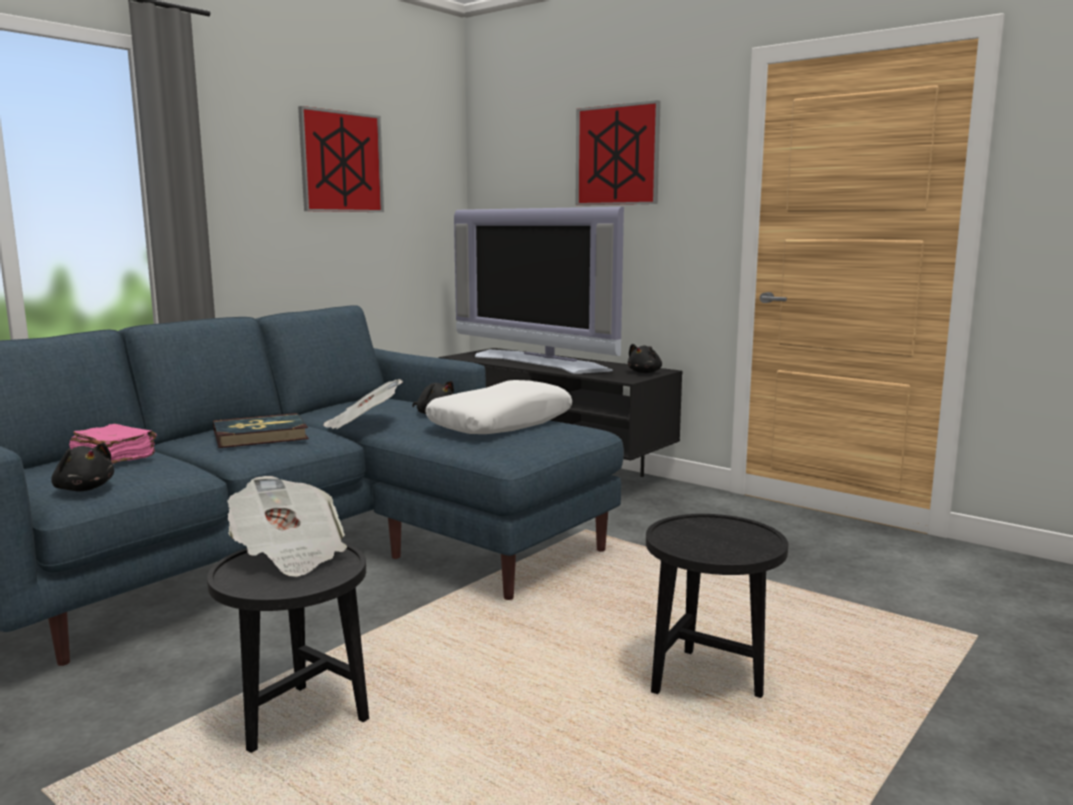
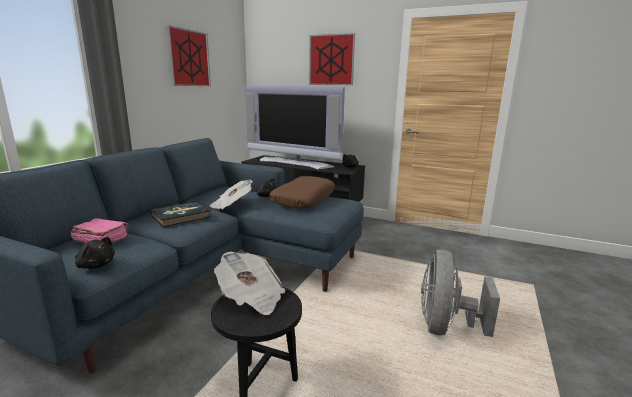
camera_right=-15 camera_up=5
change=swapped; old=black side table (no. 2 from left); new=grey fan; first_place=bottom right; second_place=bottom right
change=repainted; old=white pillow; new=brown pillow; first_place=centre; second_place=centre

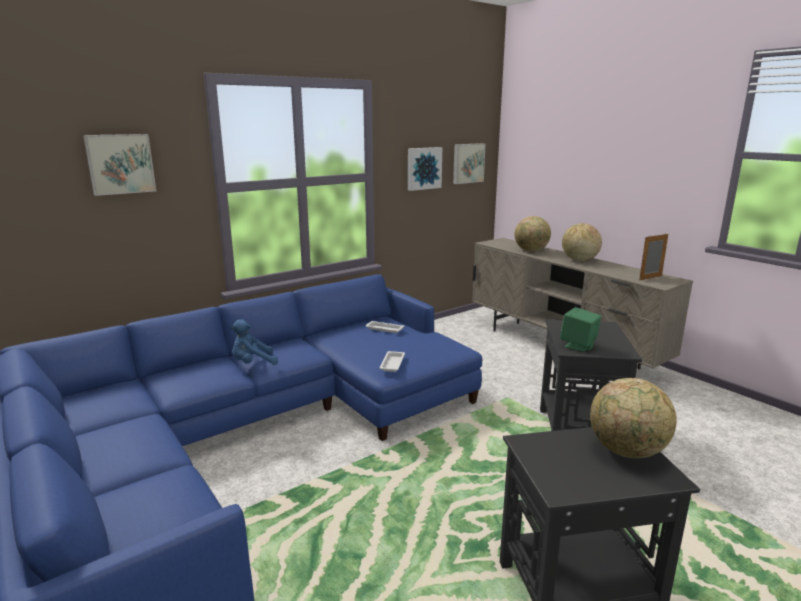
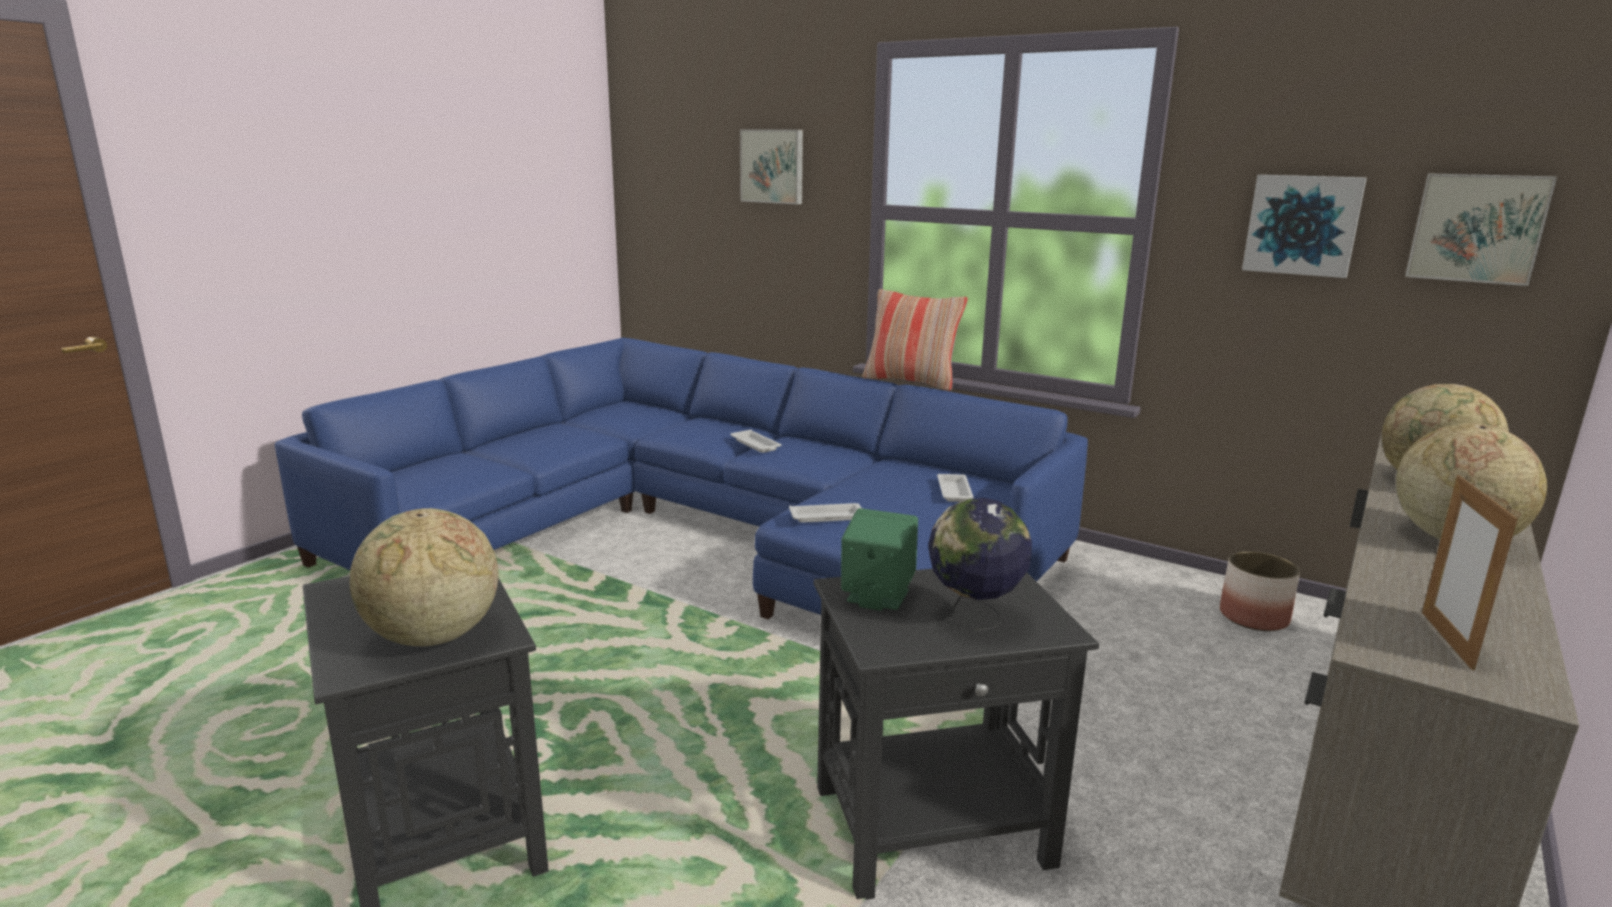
camera_right=70 camera_up=0
change=new; new=pillow; second_place=centre
change=new; new=globe (no. 2 from left); second_place=centre
change=new; new=planter; second_place=middle right
change=swapped; old=blue plush toy; new=white tray (no. 1 from left); first_place=middle left; second_place=centre
change=rotated; old=picture frame; first_place=middle right; second_place=middle right; degrees=-120

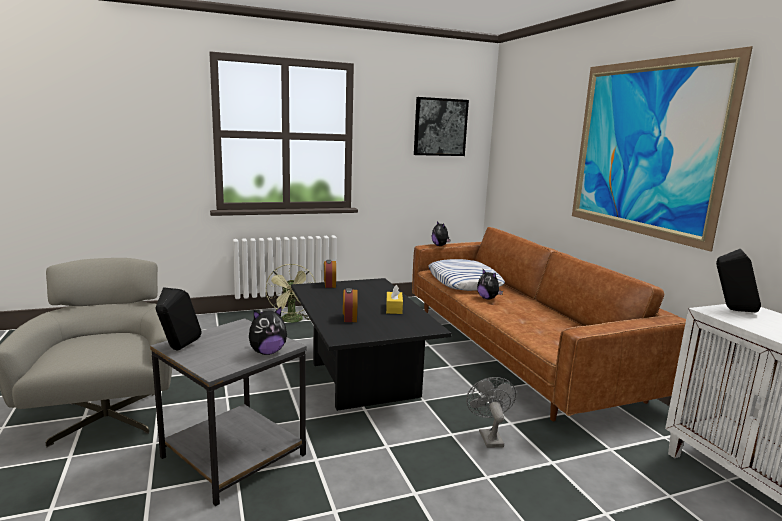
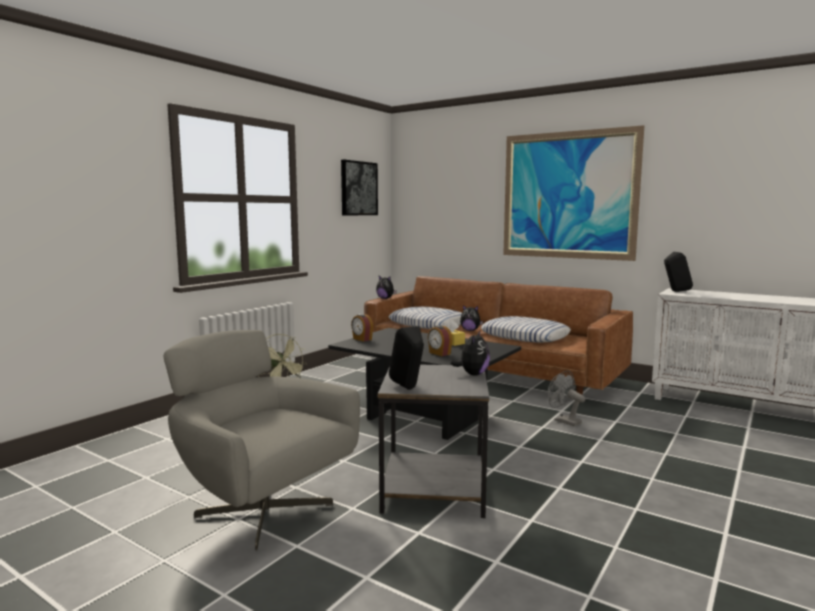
camera_right=-35 camera_up=-5
change=new; new=pillow (no. 2 from left); second_place=centre

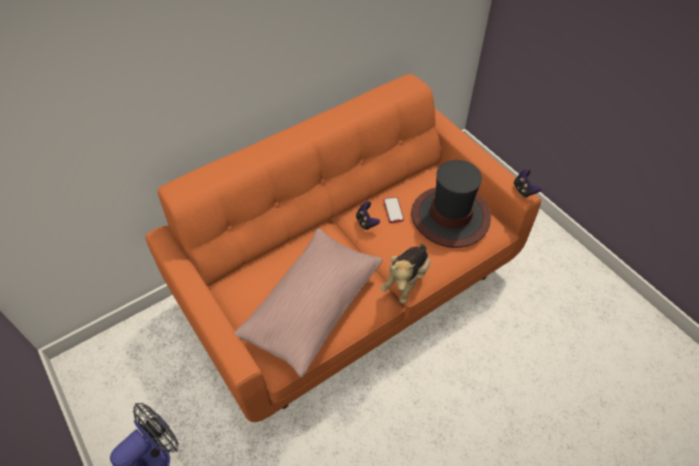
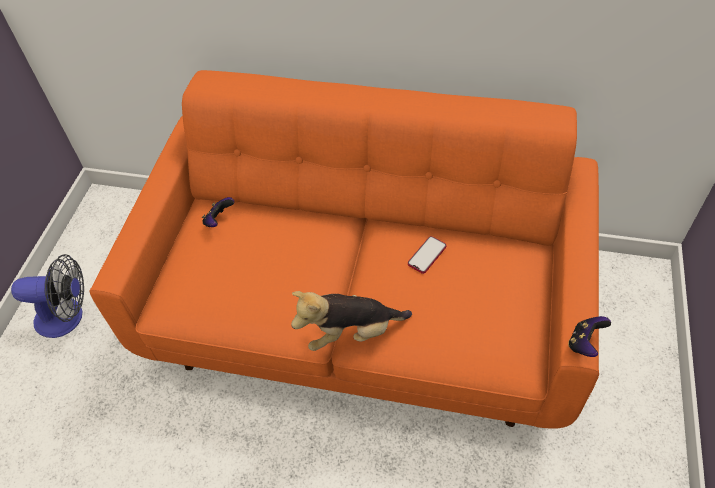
camera_right=50 camera_up=0
change=gone; old=pink pillow; first_place=centre
change=gone; old=hat; first_place=centre
change=shifted; old=game controller (no. 1 from left); first_place=centre; second_place=middle left

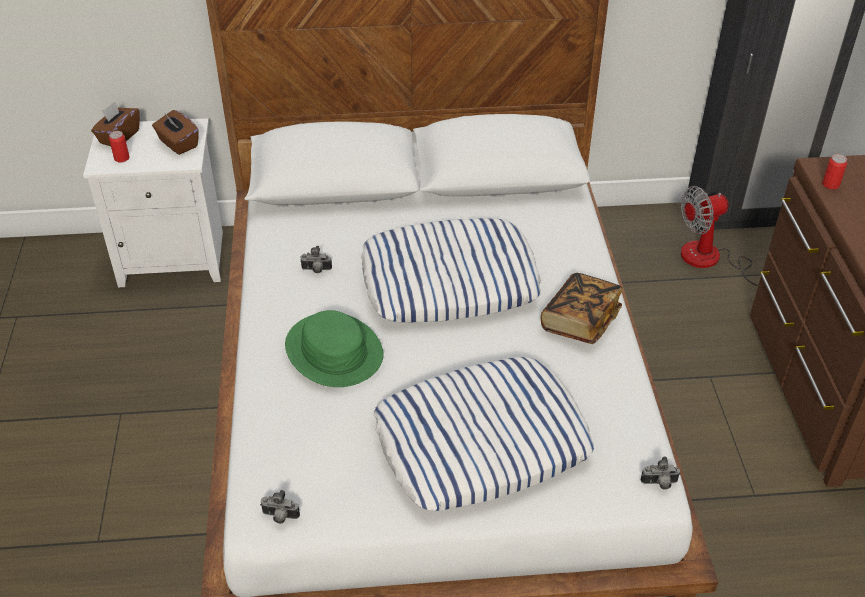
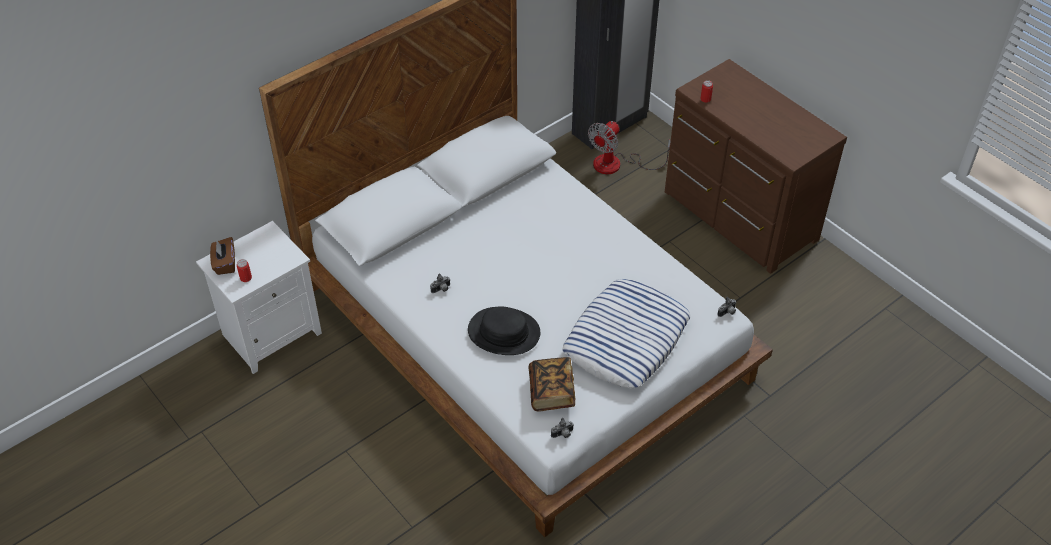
camera_right=-35 camera_up=5
change=gone; old=brown tissue box (no. 2 from left); first_place=top left
change=gone; old=pillow (no. 1 from left); first_place=centre
change=shifted; old=book; first_place=middle right; second_place=bottom centre
change=repainted; old=green hat; new=black hat; first_place=centre; second_place=centre

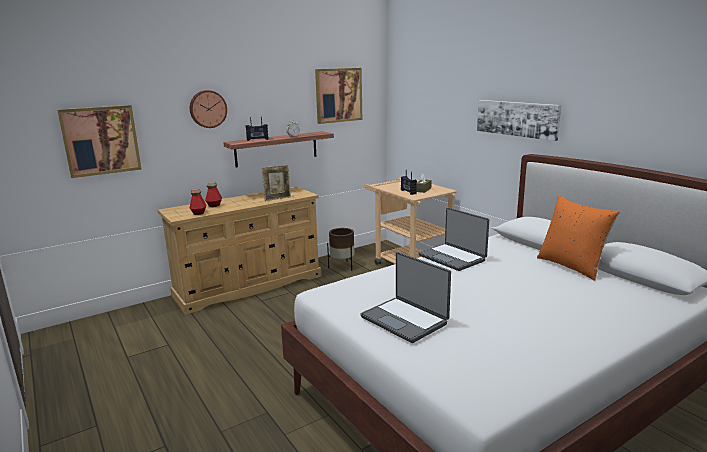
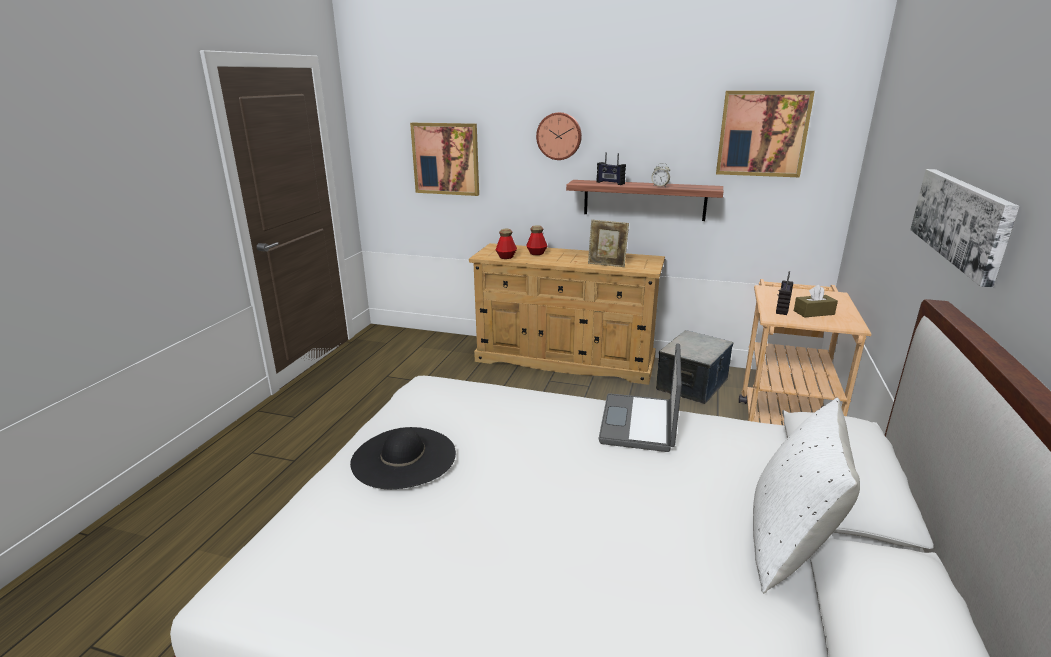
camera_right=50 camera_up=5
change=swapped; old=brown planter; new=storage box; first_place=centre; second_place=centre
change=swapped; old=laptop (no. 1 from left); new=black hat; first_place=centre; second_place=bottom centre
change=repainted; old=orange pillow; new=white pillow; first_place=middle right; second_place=bottom right

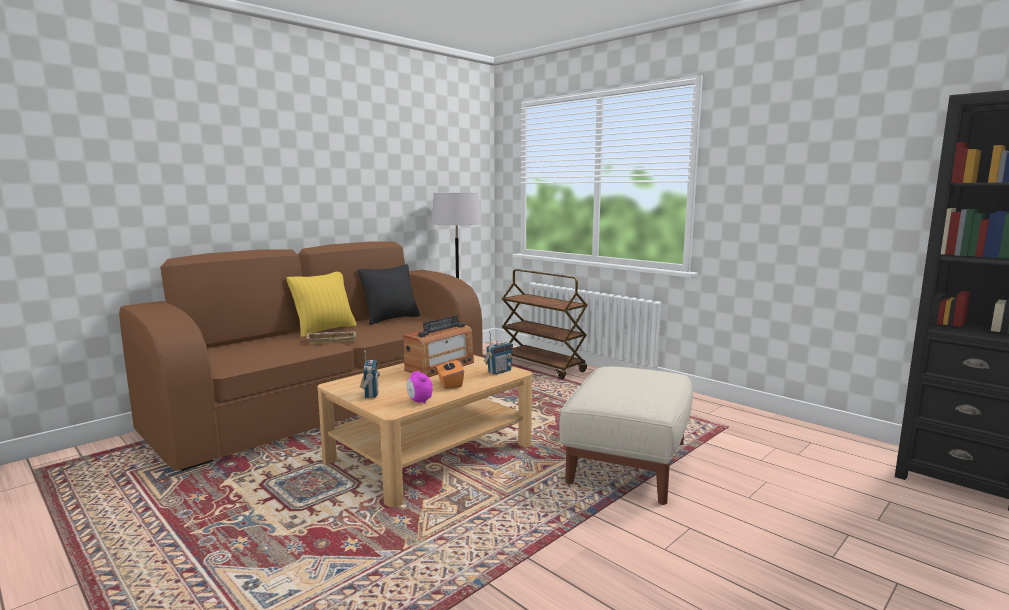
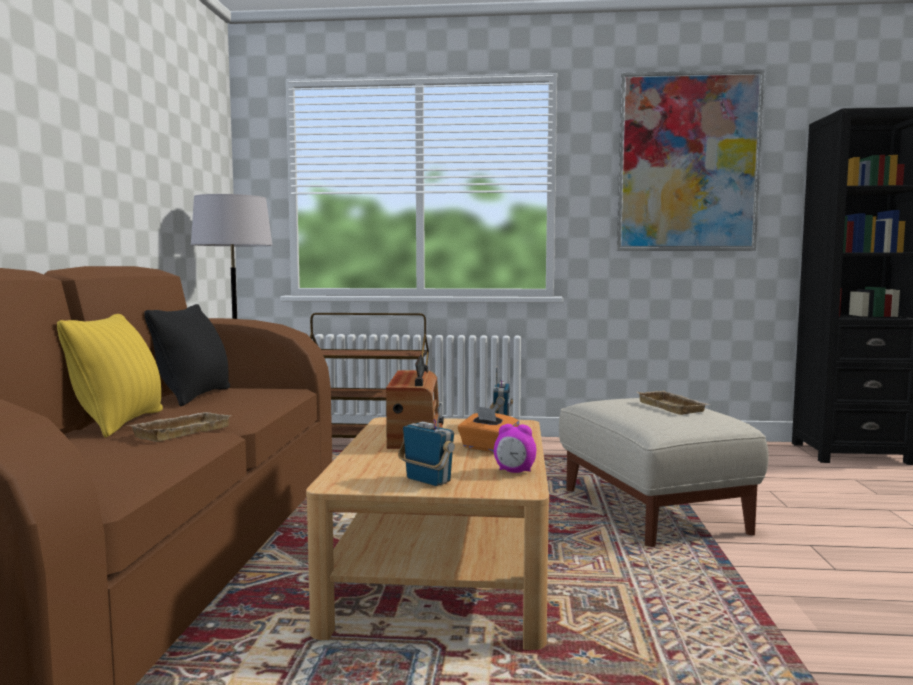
camera_right=-40 camera_up=-5
change=new; new=picture; second_place=top right
change=new; new=beige tray (no. 2 from left); second_place=middle right

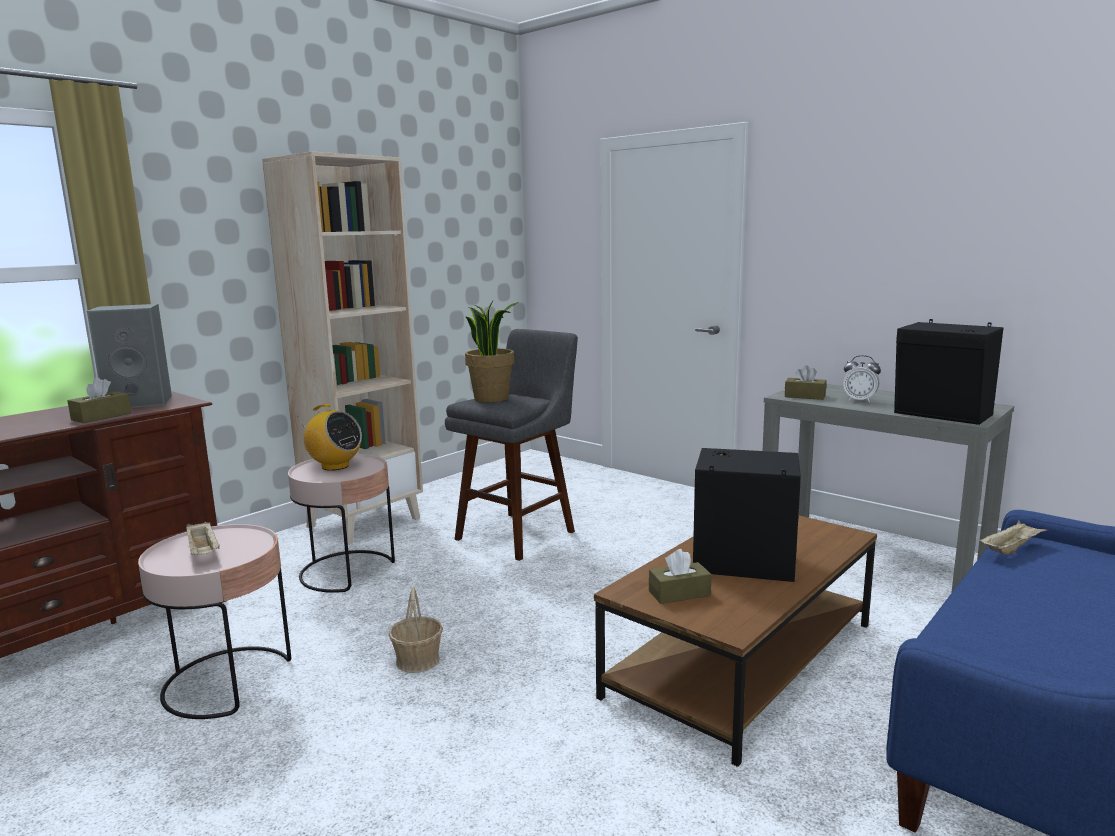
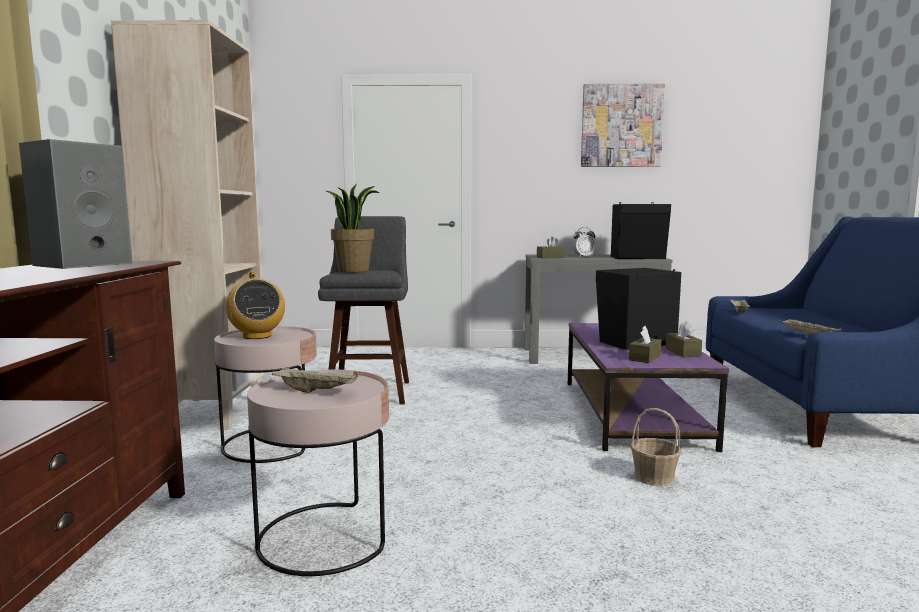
camera_right=-40 camera_up=-5
change=new; new=picture; second_place=top right
change=new; new=beige tray (no. 3 from left); second_place=middle right
change=shifted; old=brown tissue box (no. 1 from left in the first image); new=brown tissue box (no. 3 from left); first_place=middle left; second_place=middle right
change=shifted; old=basket; first_place=bottom centre; second_place=bottom right
change=repainted; old=brown coffee table; new=purple coffee table; first_place=bottom centre; second_place=middle right
change=rotated; old=radio; first_place=middle left; second_place=middle left; degrees=75

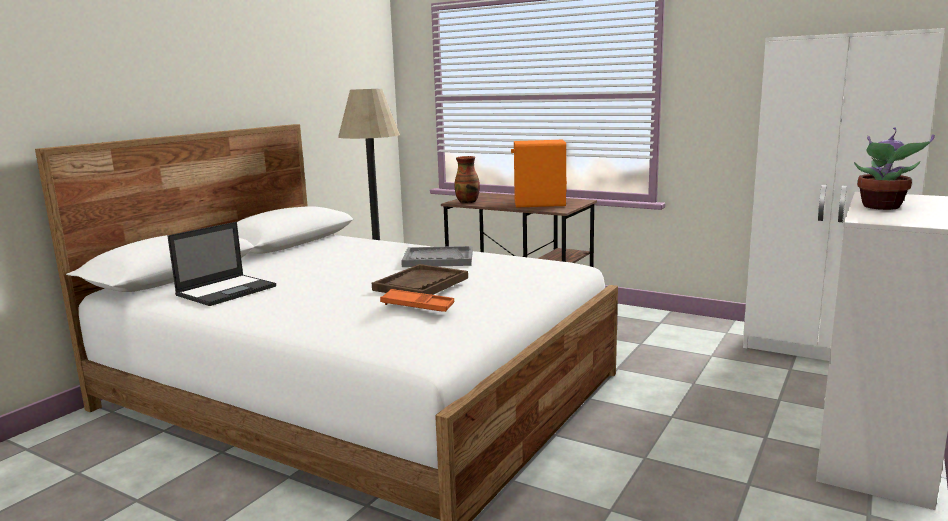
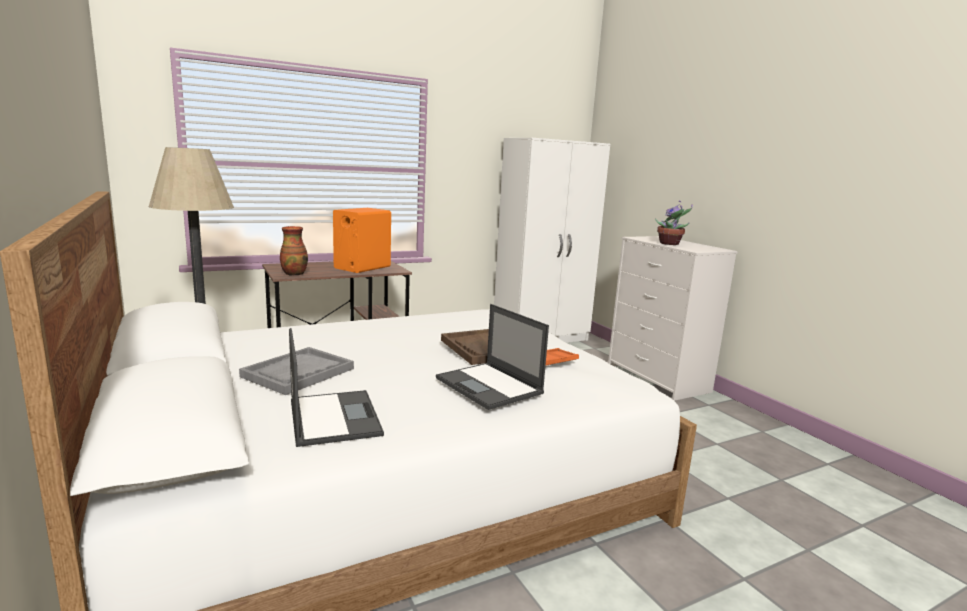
camera_right=-60 camera_up=0
change=new; new=laptop (no. 2 from left); second_place=centre
change=shifted; old=grey tray; first_place=centre; second_place=middle left

